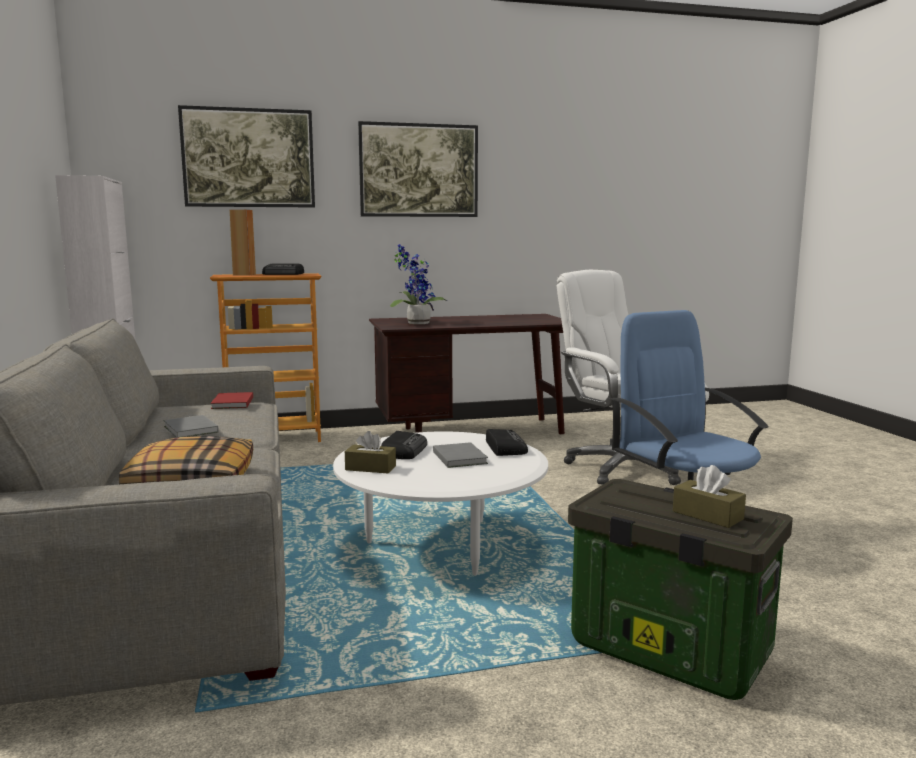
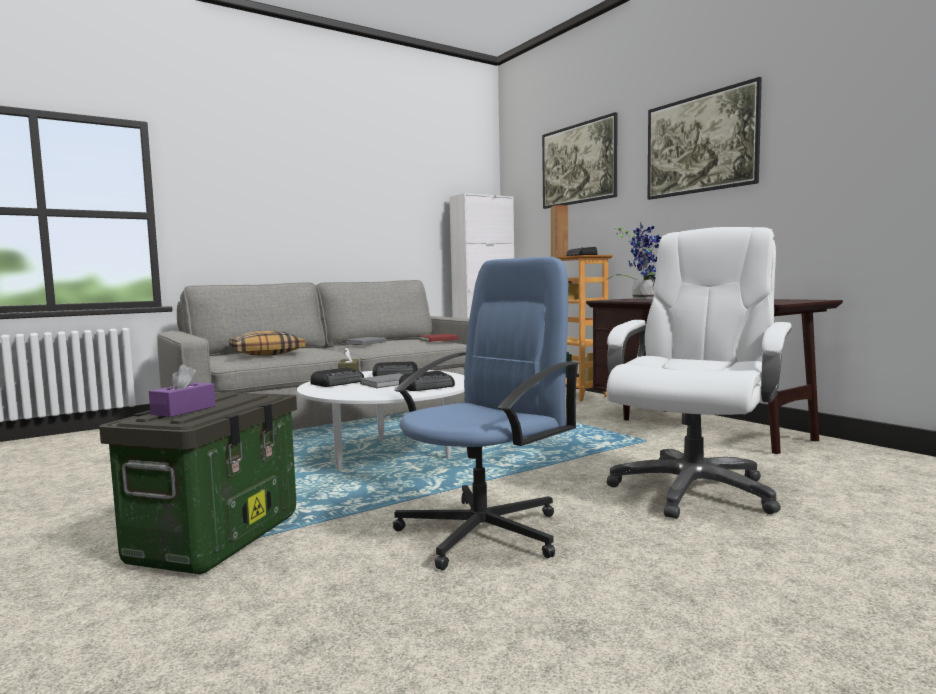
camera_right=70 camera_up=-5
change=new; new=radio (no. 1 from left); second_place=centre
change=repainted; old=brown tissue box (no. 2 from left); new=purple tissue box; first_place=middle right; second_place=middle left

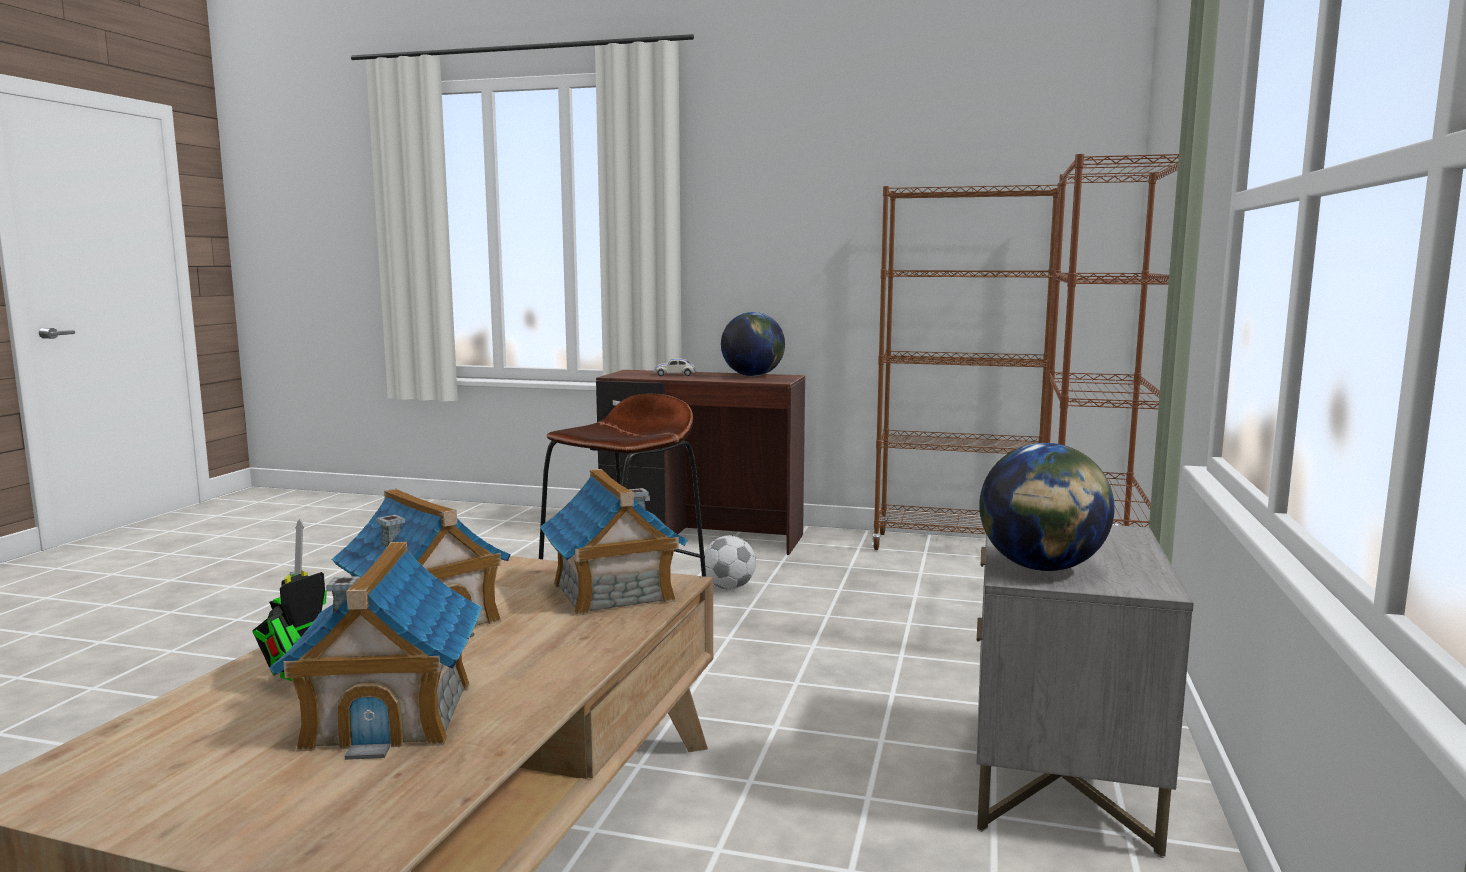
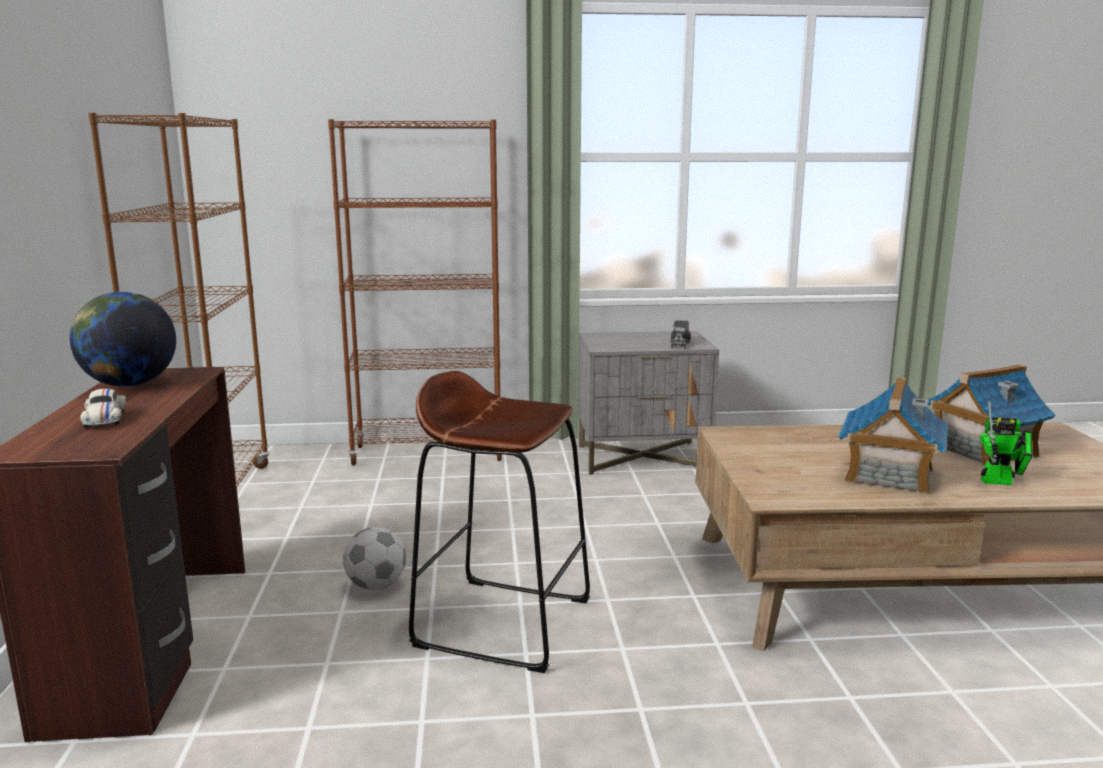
camera_right=-110 camera_up=5
change=gone; old=toy house (no. 3 from left); first_place=centre
change=swapped; old=globe (no. 2 from left); new=toy truck; first_place=middle right; second_place=centre

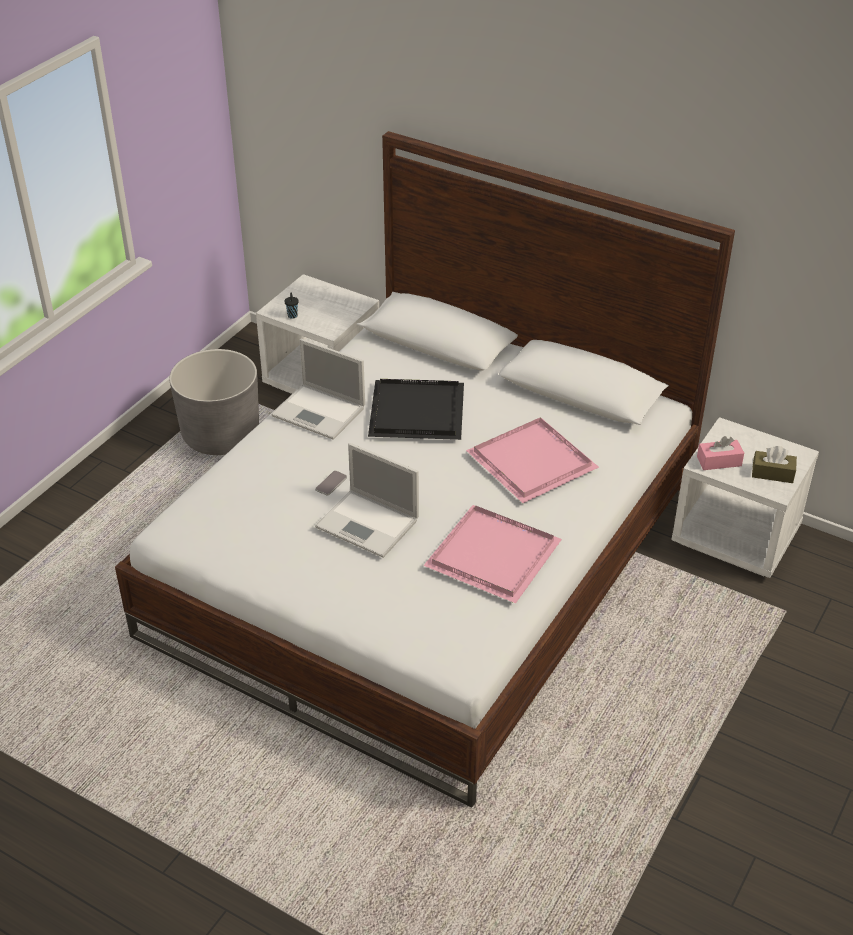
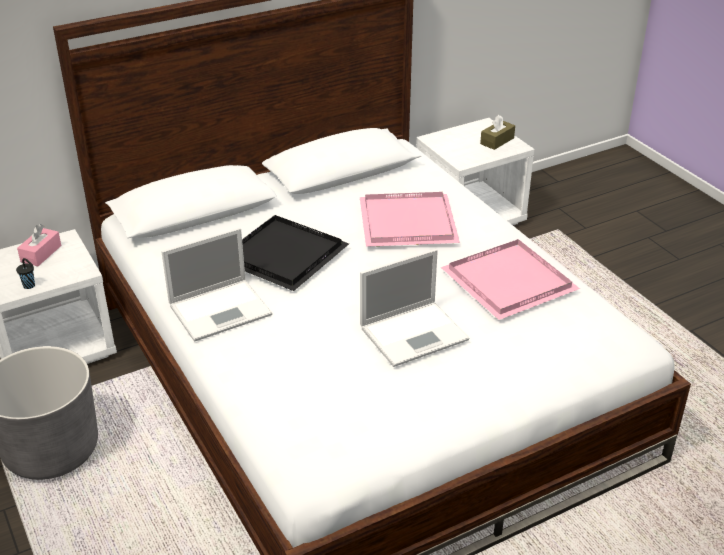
camera_right=-60 camera_up=-5
change=gone; old=phone; first_place=centre
change=shifted; old=pink tissue box; first_place=middle right; second_place=middle left

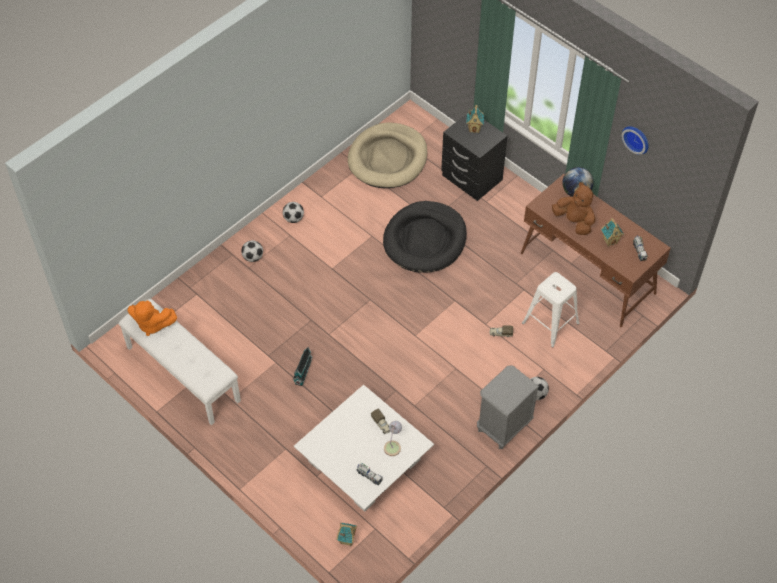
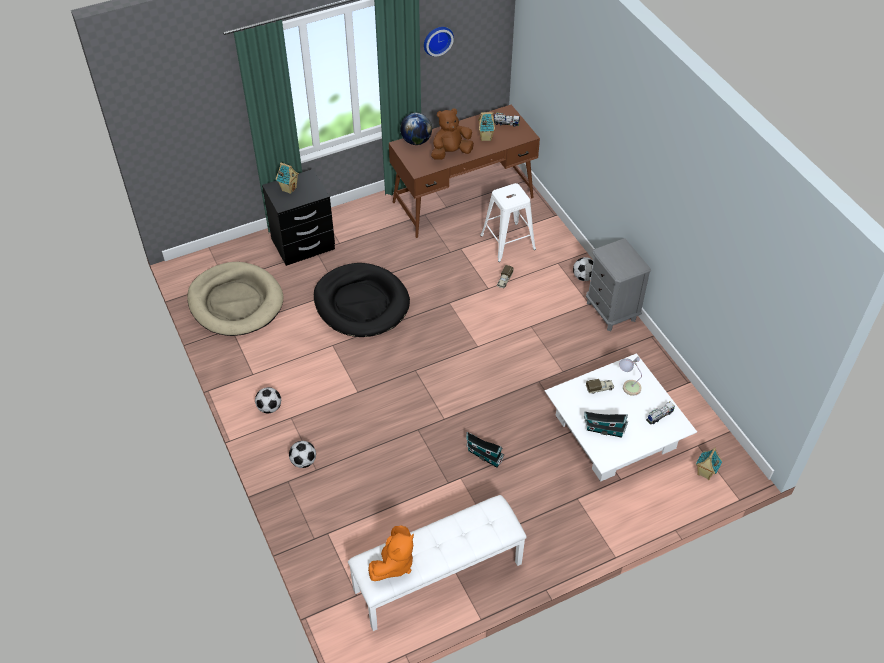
camera_right=-70 camera_up=-5
change=new; new=toy house (no. 4 from left); second_place=middle right

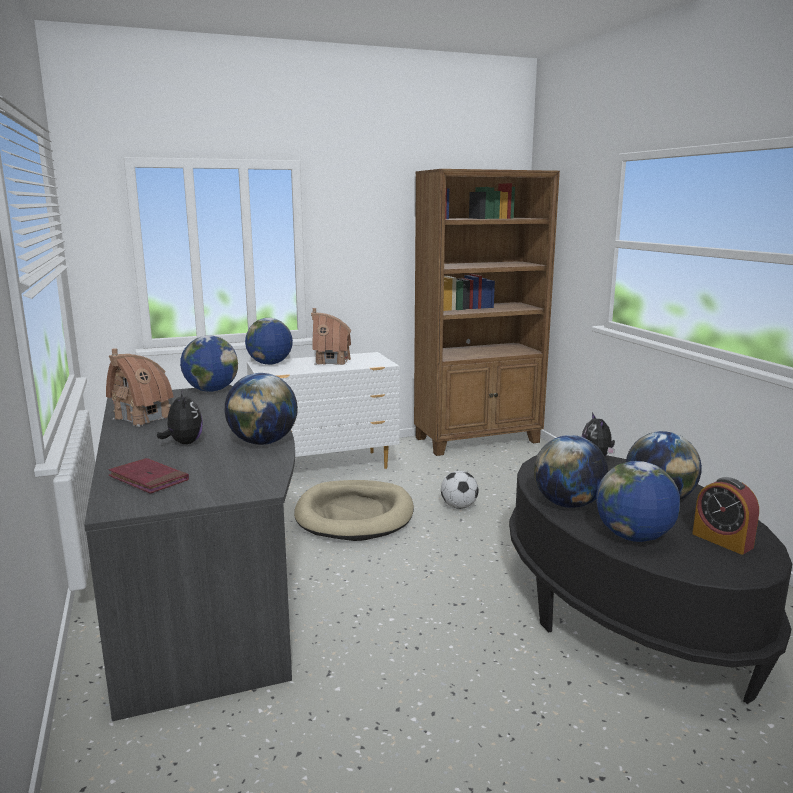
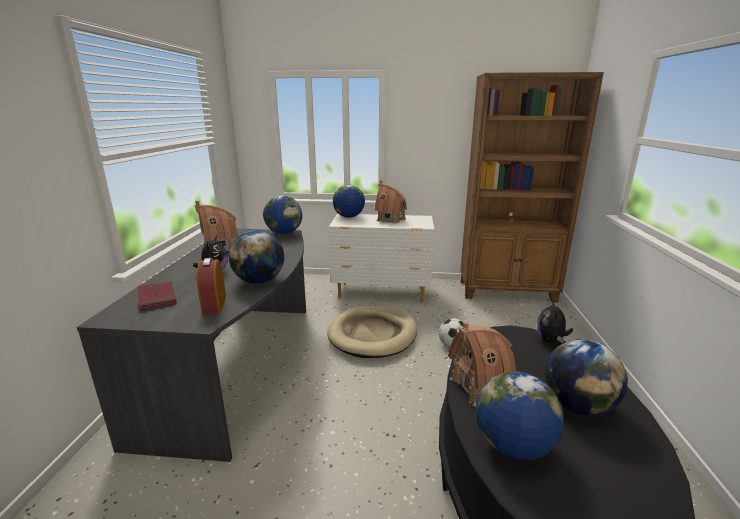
camera_right=25 camera_up=5
change=shifted; old=alarm clock; first_place=middle right; second_place=middle left
change=swapped; old=globe (no. 4 from left); new=toy house (no. 3 from left); first_place=middle right; second_place=bottom centre

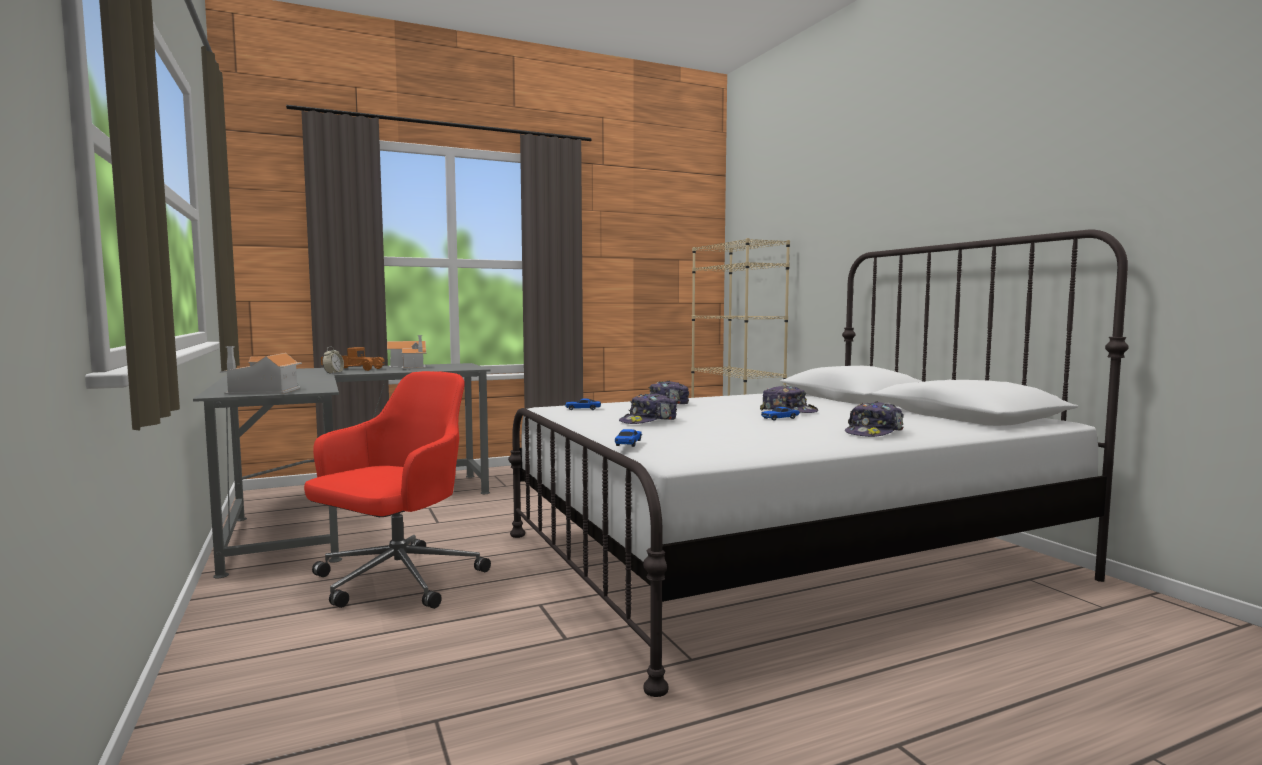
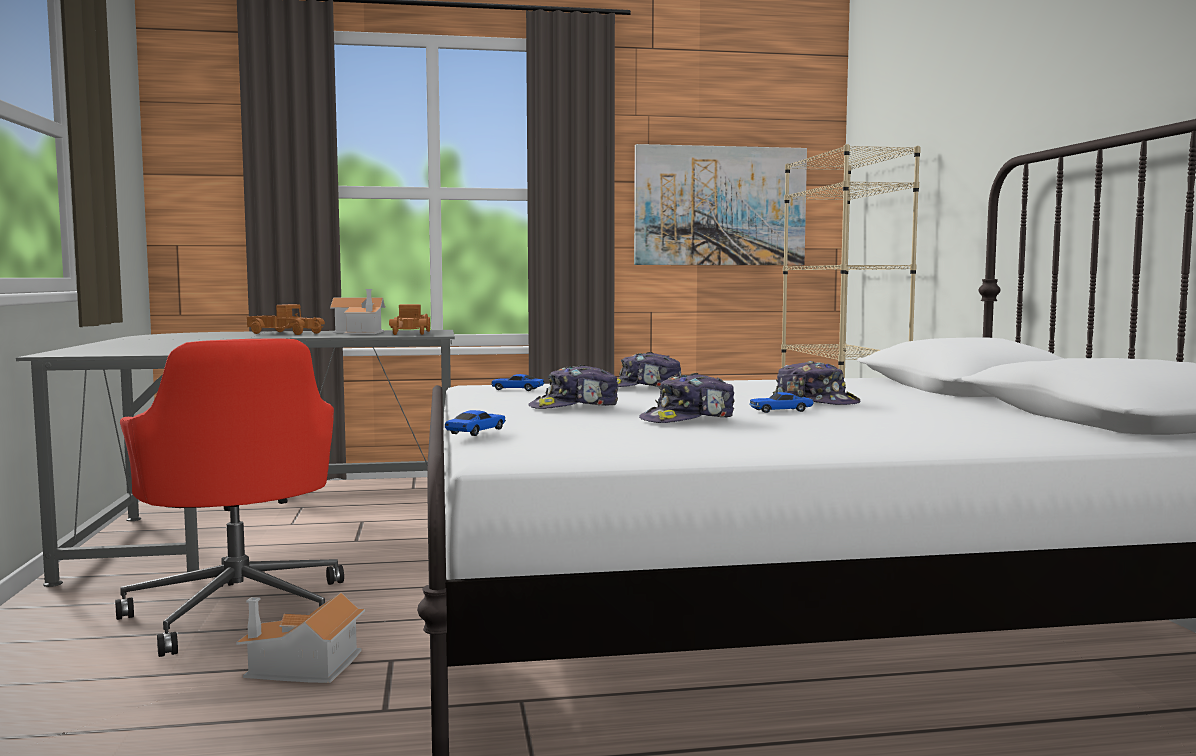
camera_right=15 camera_up=0
change=gone; old=alarm clock; first_place=middle left
change=new; new=toy truck (no. 2 from left); second_place=centre
change=new; new=picture; second_place=top centre
change=shifted; old=toy house (no. 1 from left); first_place=middle left; second_place=bottom left
change=shifted; old=cap (no. 4 from left in the first image); new=cap (no. 3 from left); first_place=middle right; second_place=centre
change=rotated; old=red office chair; first_place=middle left; second_place=middle left; degrees=105

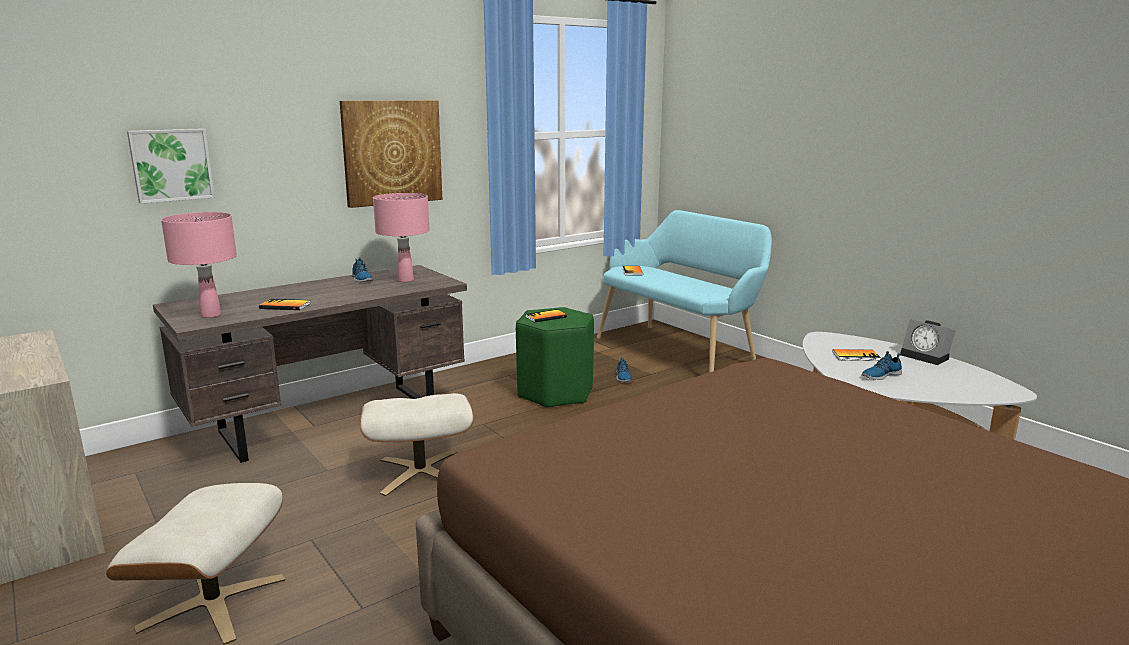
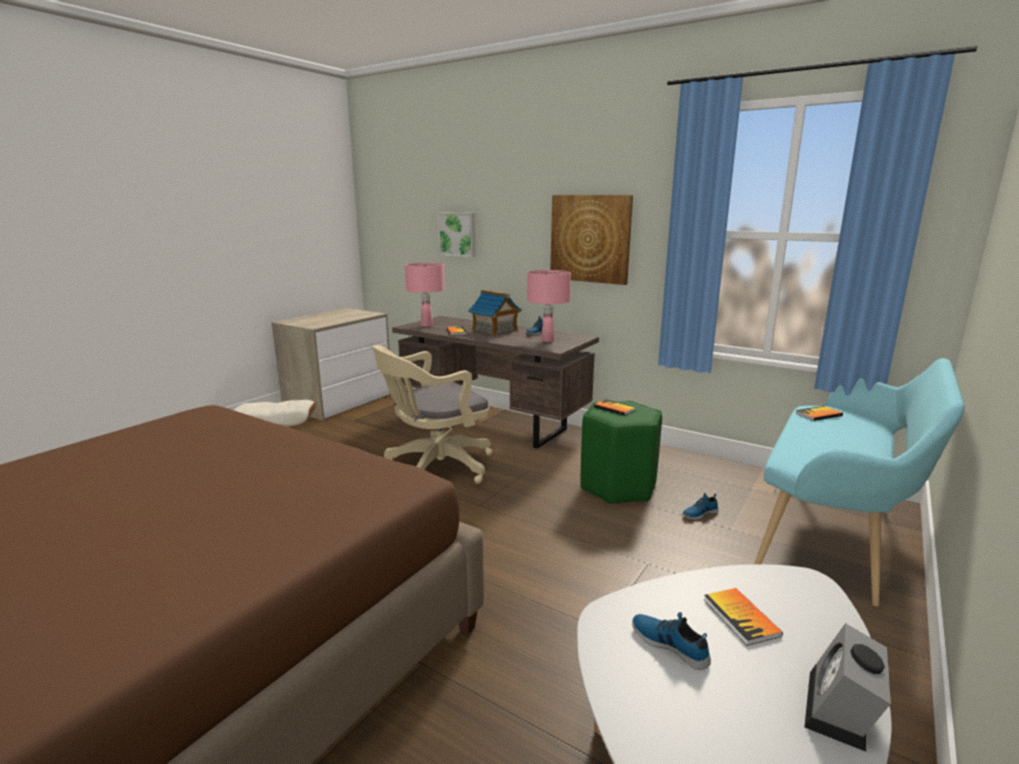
camera_right=70 camera_up=0
change=new; new=toy house; second_place=centre
change=swapped; old=beige ottoman (no. 2 from left); new=beige office chair; first_place=bottom centre; second_place=centre

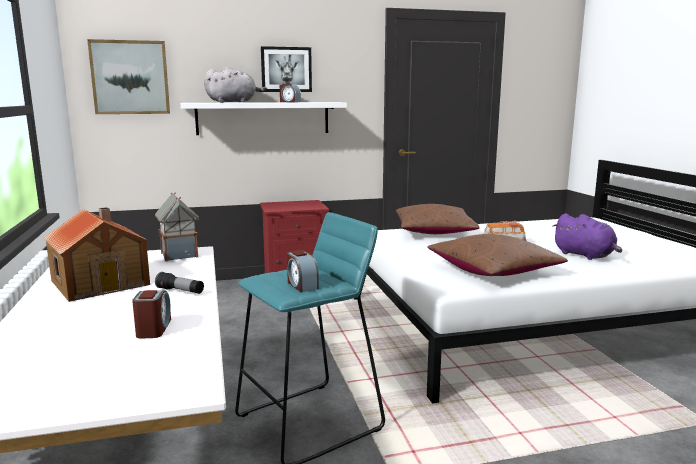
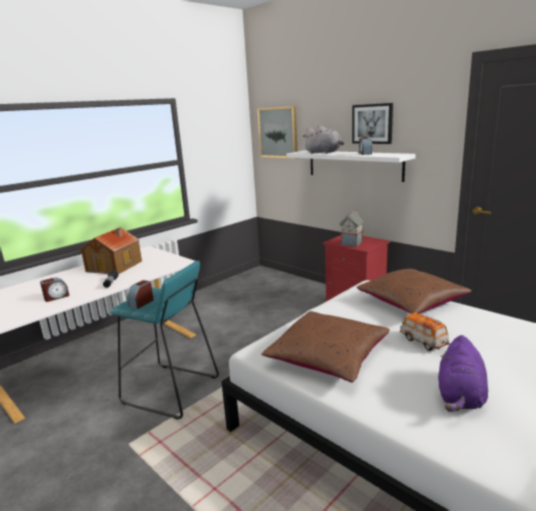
camera_right=60 camera_up=5
change=shifted; old=toy house (no. 2 from left); first_place=middle left; second_place=centre

